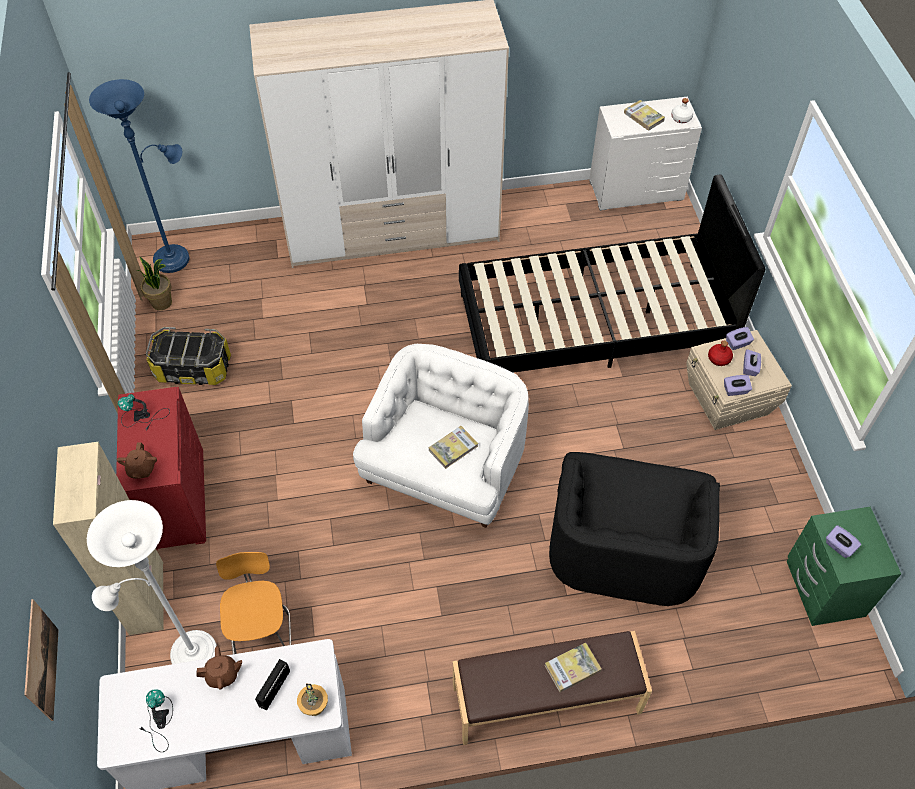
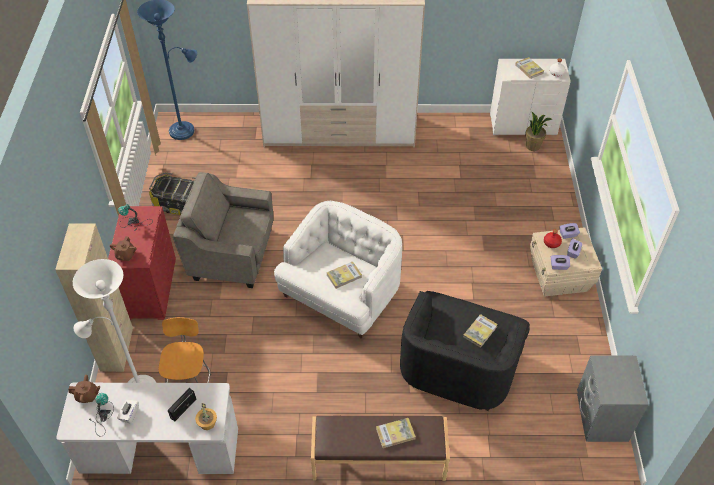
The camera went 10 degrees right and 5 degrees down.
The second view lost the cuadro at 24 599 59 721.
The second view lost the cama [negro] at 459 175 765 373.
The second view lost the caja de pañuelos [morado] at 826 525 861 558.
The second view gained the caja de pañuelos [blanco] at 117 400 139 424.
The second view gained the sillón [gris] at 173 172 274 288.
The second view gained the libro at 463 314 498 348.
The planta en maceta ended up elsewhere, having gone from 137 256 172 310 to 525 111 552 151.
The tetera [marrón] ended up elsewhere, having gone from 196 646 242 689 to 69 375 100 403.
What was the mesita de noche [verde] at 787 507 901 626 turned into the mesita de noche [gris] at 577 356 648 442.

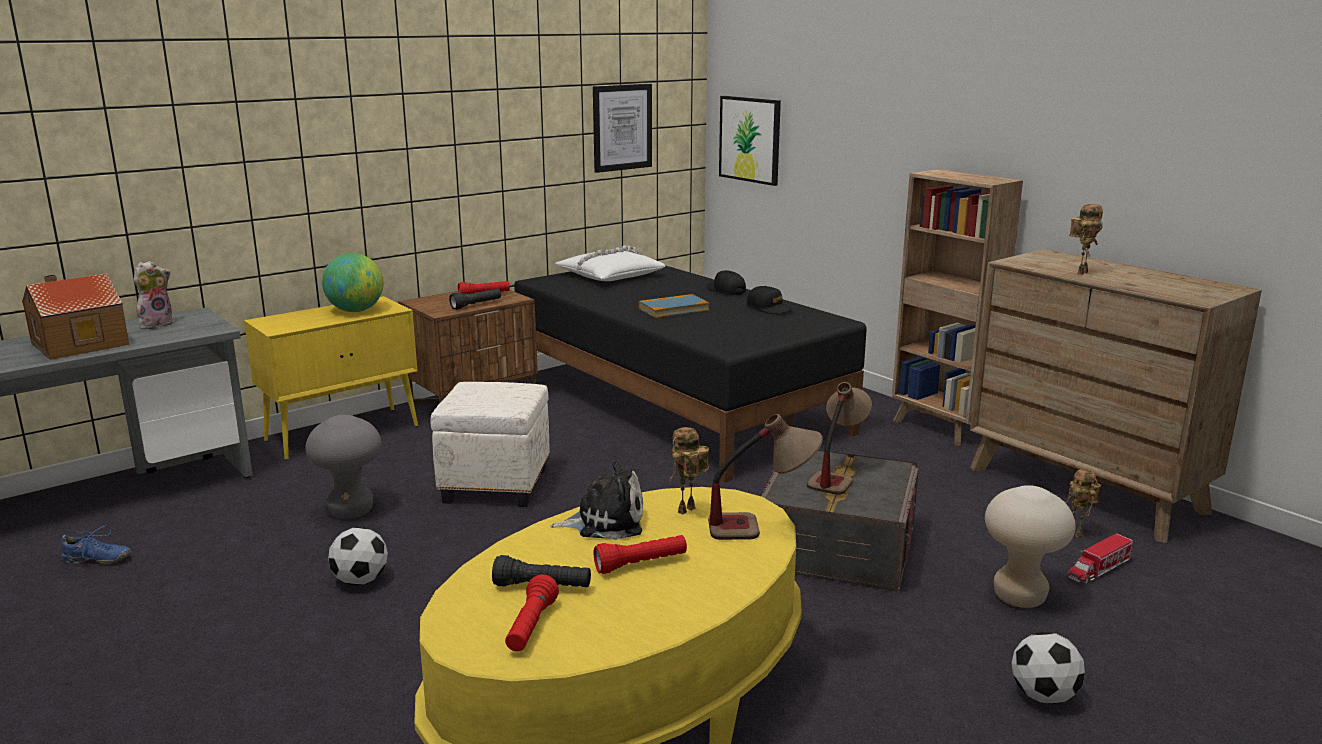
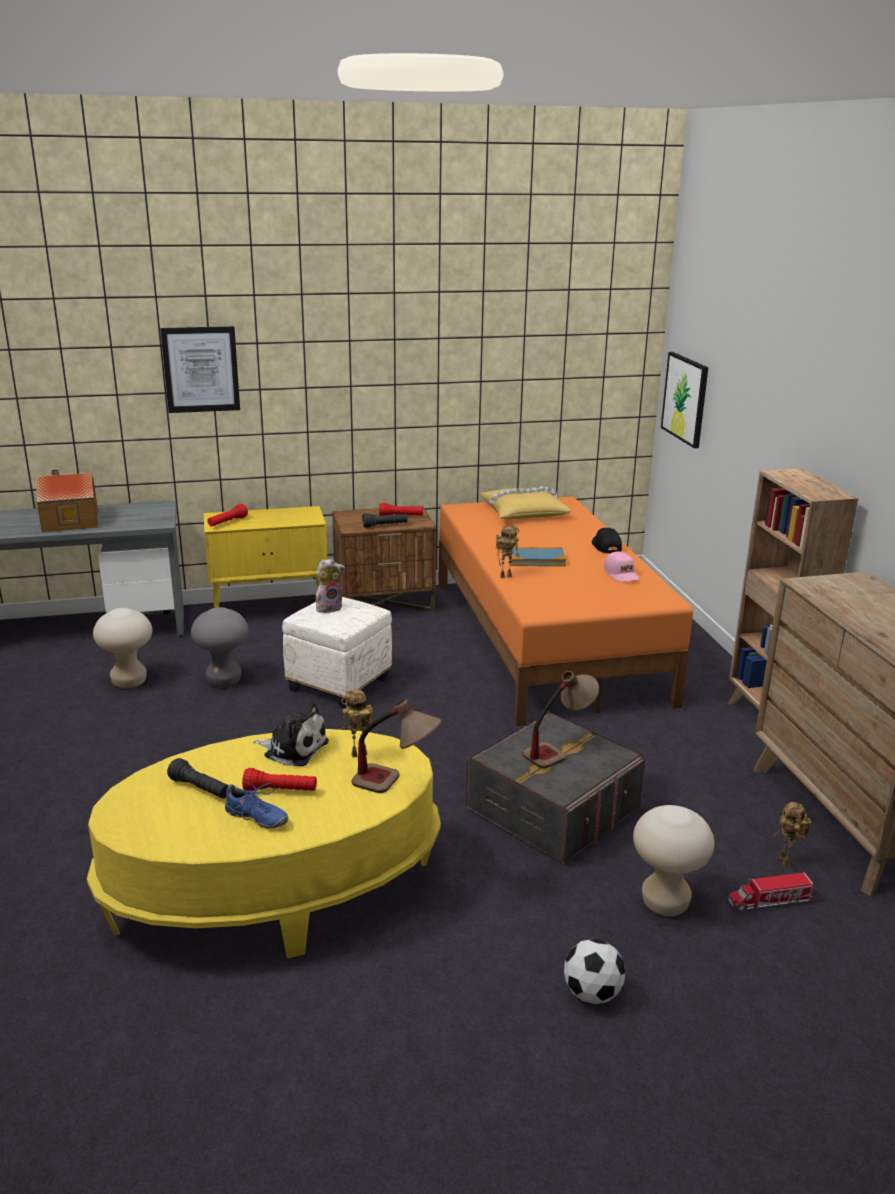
The camera went 25 degrees right and 5 degrees up.
The second view lost the globo terráqueo at 322 253 384 312.
The second view lost the balón de fútbol at 328 527 388 585.
The second view gained the taburete [beis] at 93 608 152 688.
The zapato [azul] ended up elsewhere, having gone from 61 526 131 564 to 225 781 288 829.
The peluche ended up elsewhere, having gone from 134 261 173 329 to 316 558 345 613.
The linterna [rojo] ended up elsewhere, having gone from 505 574 559 651 to 208 504 248 527.
The cuadro ended up elsewhere, having gone from 593 84 652 173 to 160 326 240 413.
The robot de juguete ended up elsewhere, having gone from 1069 204 1103 275 to 496 525 519 579.
What was the cama [negro] at 514 265 867 483 turned into the cama [naranja] at 438 497 693 727.
What was the cojín [blanco] at 555 246 666 281 turned into the cojín [amarillo] at 480 486 571 519.
What was the gorra [negro] at 747 286 793 314 turned into the gorra [rosa] at 603 552 639 582.

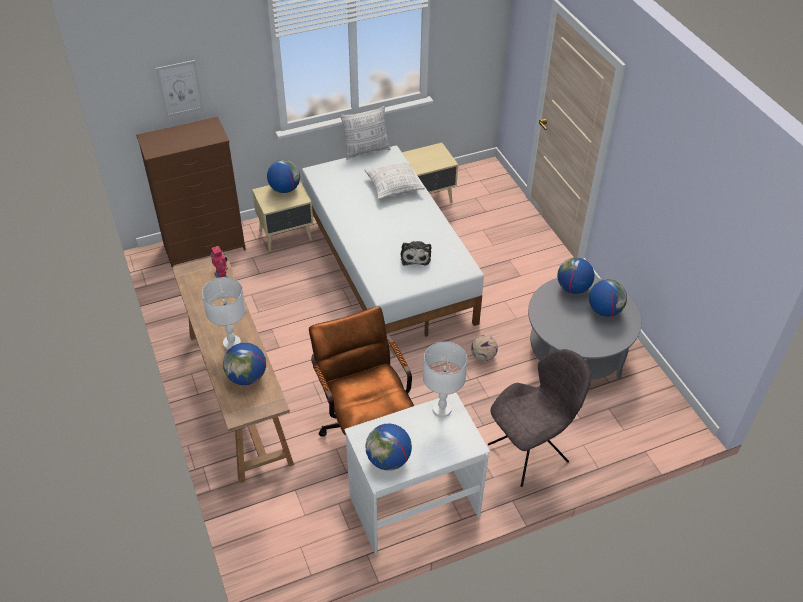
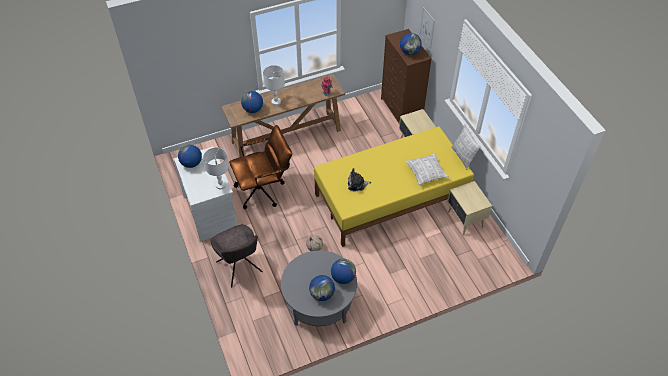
The camera went 90 degrees right and 5 degrees up.
The globo terráqueo ended up elsewhere, having gone from 267 160 300 193 to 400 33 422 55.
What was the cama [blanco] at 302 145 484 337 turned into the cama [amarillo] at 314 126 474 247.

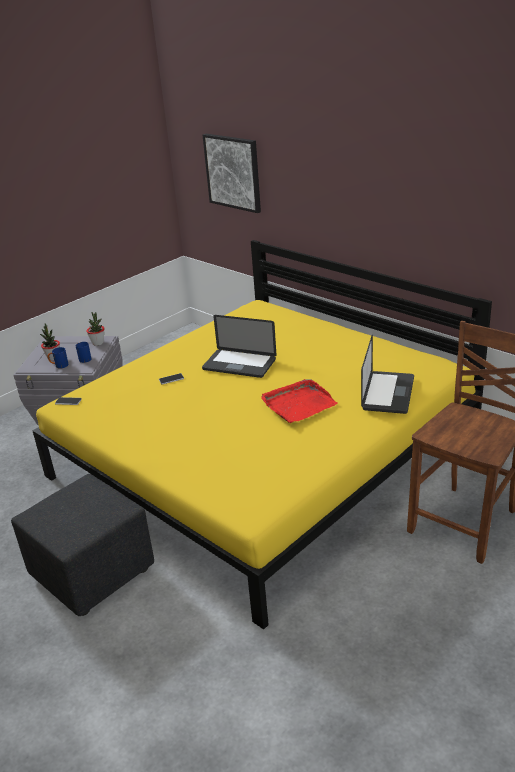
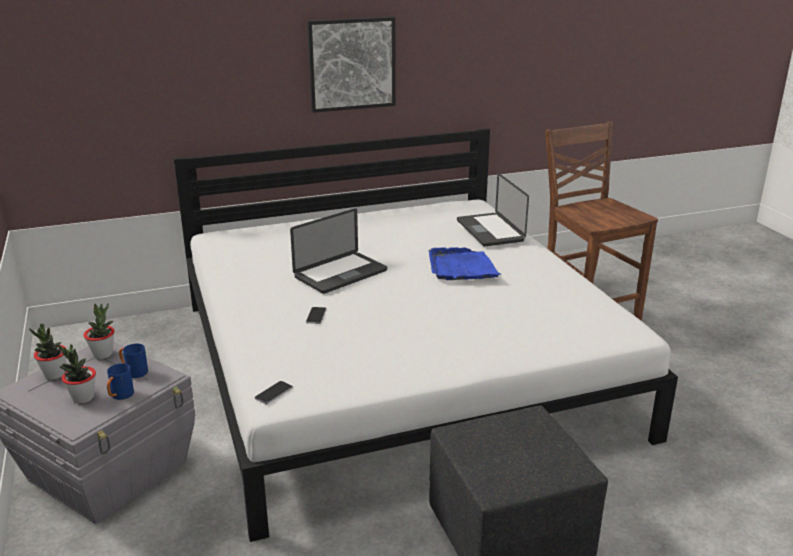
The camera went 65 degrees left and 5 degrees down.
The second view gained the planta en maceta at 29 324 67 380.
The cuadro ended up elsewhere, having gone from 203 134 261 213 to 307 16 395 113.
What was the cama [amarillo] at 32 240 492 630 turned into the cama [blanco] at 174 128 678 542.
What was the bandeja [rojo] at 261 379 338 423 turned into the bandeja [azul] at 429 247 501 280.
The portátil at 361 335 414 414 ended up facing another way, 150 degrees counterclockwise from before.

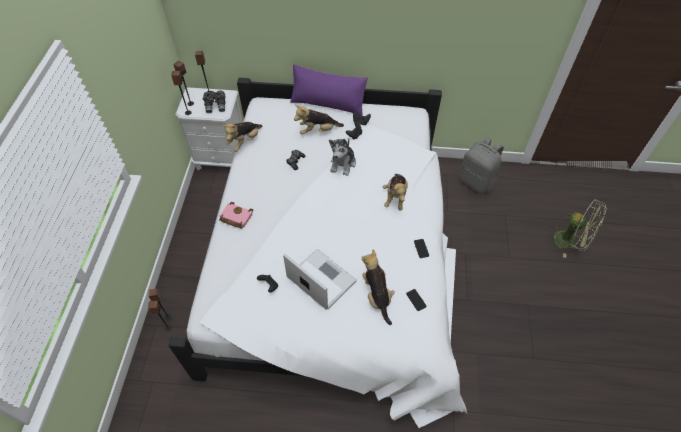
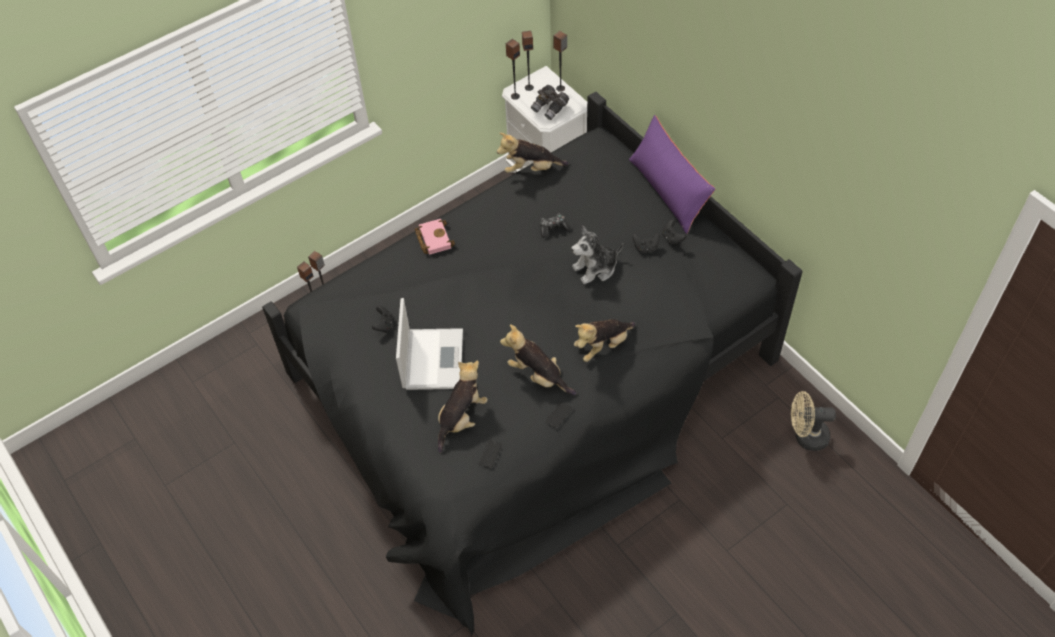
The camera went 50 degrees right and 0 degrees up.
The second view lost the ventilador [verde] at 551 199 607 258.
The peluche ended up elsewhere, having gone from 294 105 344 134 to 500 324 576 395.
Where the mochila [gris] stood at 459 136 504 194, the ventilador [beis] came to stand at 791 391 836 451.
What was the cama [blanco] at 168 78 467 428 turned into the cama [negro] at 262 92 803 636.

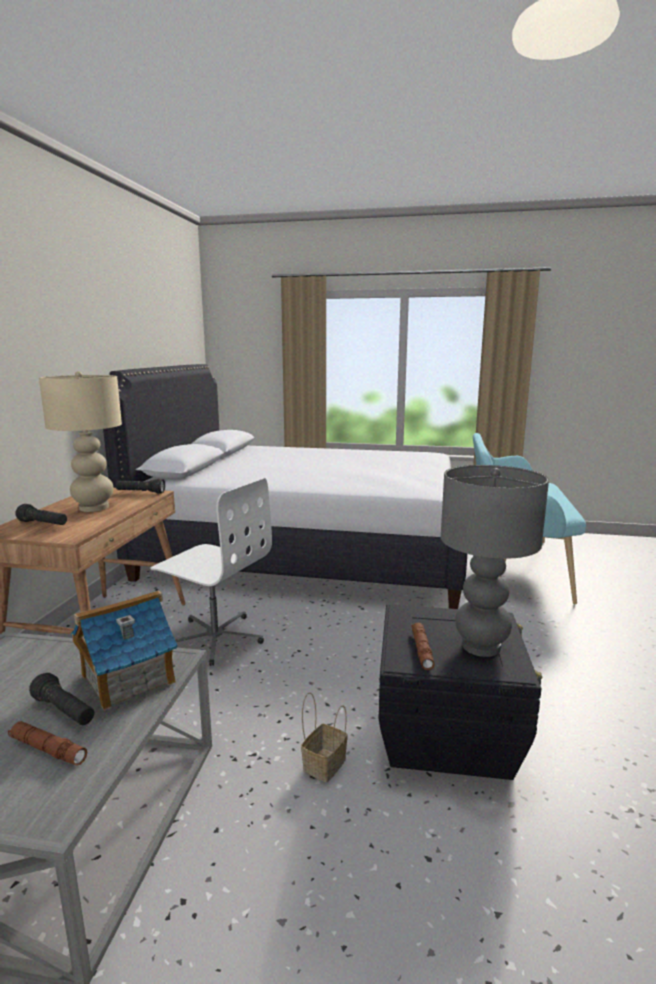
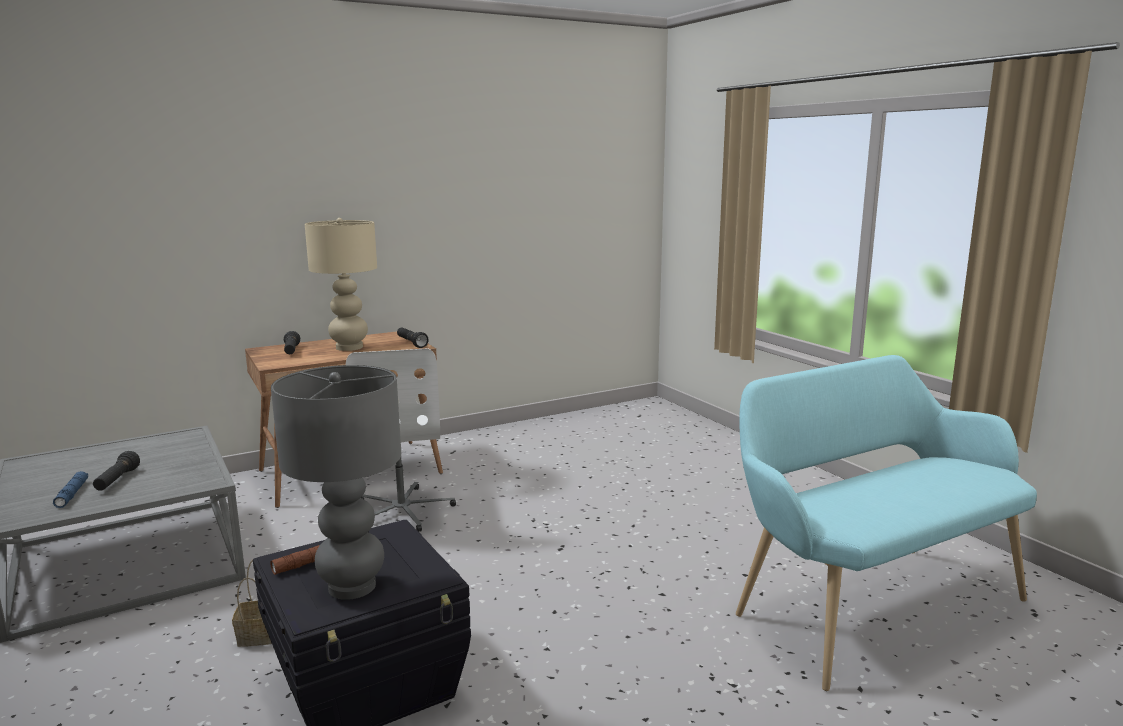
The camera went 50 degrees right and 0 degrees up.
The second view lost the casita at 71 590 178 711.
The second view lost the cama [blanco] at 103 364 467 609.
What was the linterna [marrón] at 8 721 87 766 turned into the linterna [azul] at 53 471 88 508.

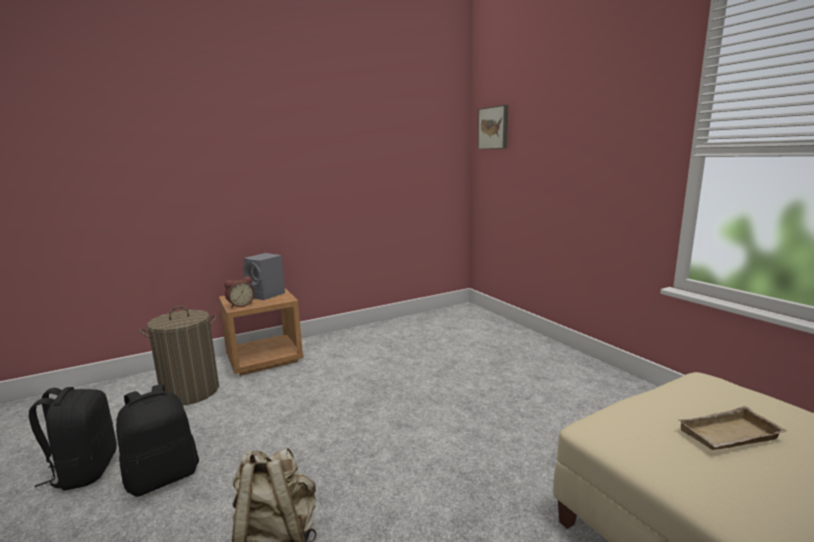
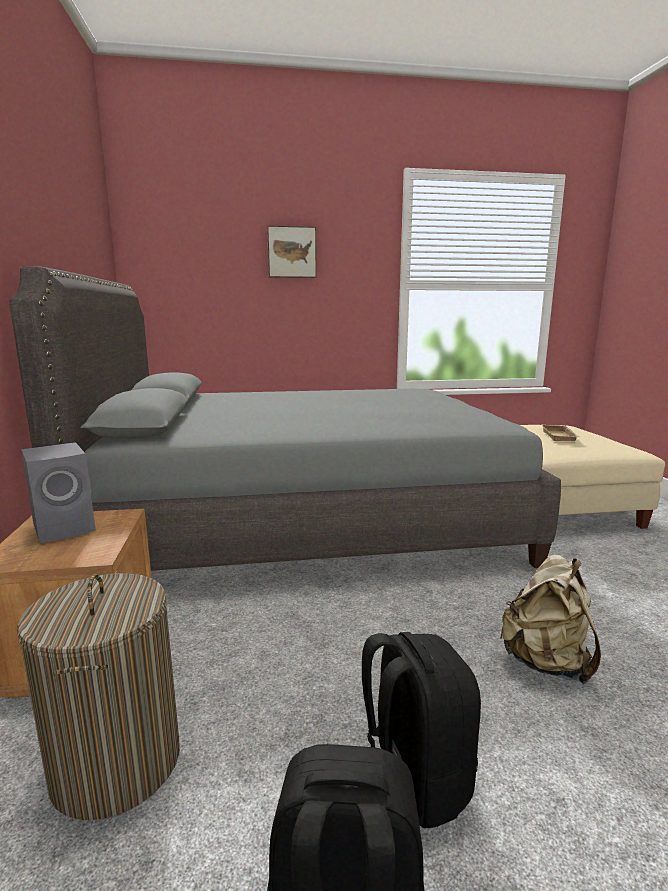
The camera went 70 degrees left and 0 degrees up.
The second view lost the despertador at 224 276 255 308.
The second view gained the cama [gris] at 9 266 561 571.
The cuadro ended up elsewhere, having gone from 478 105 508 149 to 267 225 317 278.

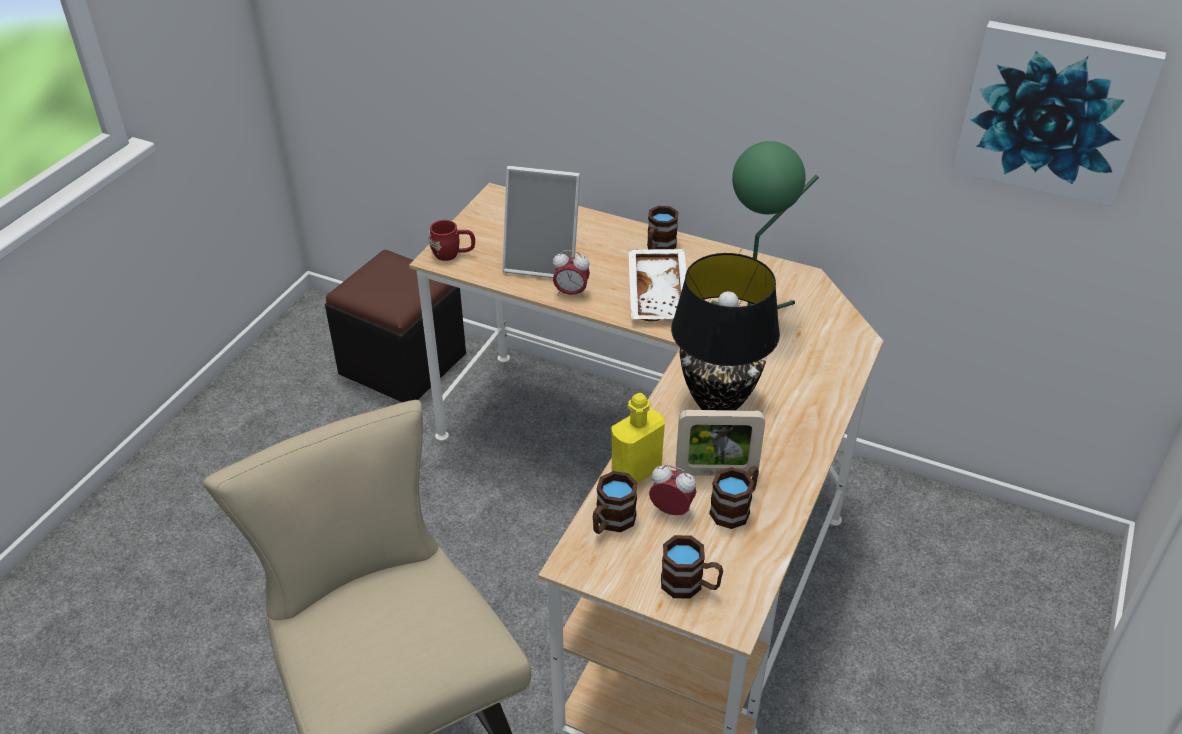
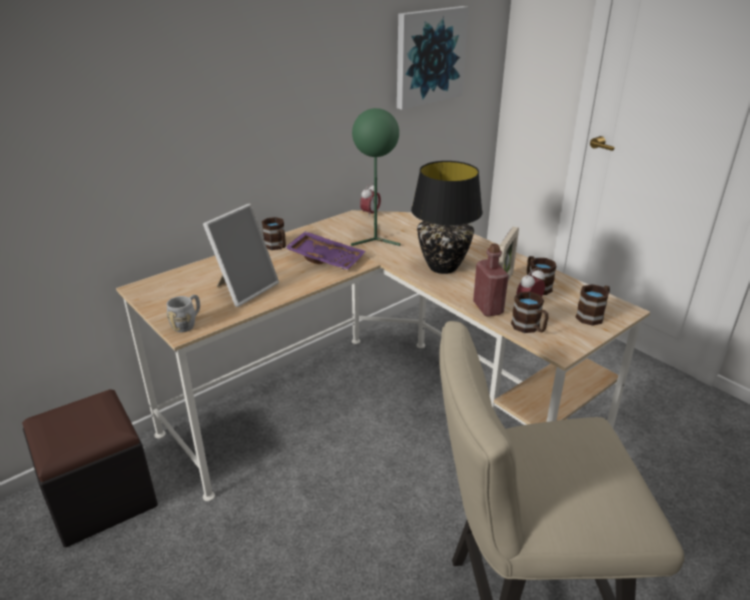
The camera went 65 degrees left and 10 degrees down.
The despertador ended up elsewhere, having gone from 553 250 590 298 to 360 183 381 218.
What was the taza grande [rojo] at 428 220 475 261 turned into the taza grande [gris] at 166 294 200 332.
What was the botella [amarillo] at 611 393 665 483 turned into the botella [rojo] at 473 243 509 317.
What was the bandeja [blanco] at 628 249 686 321 turned into the bandeja [morado] at 285 231 366 270.

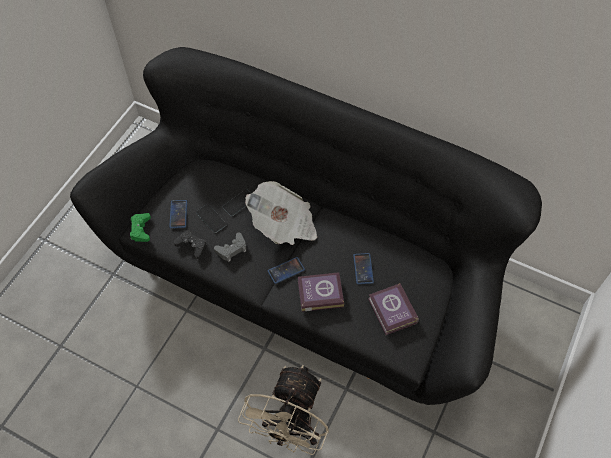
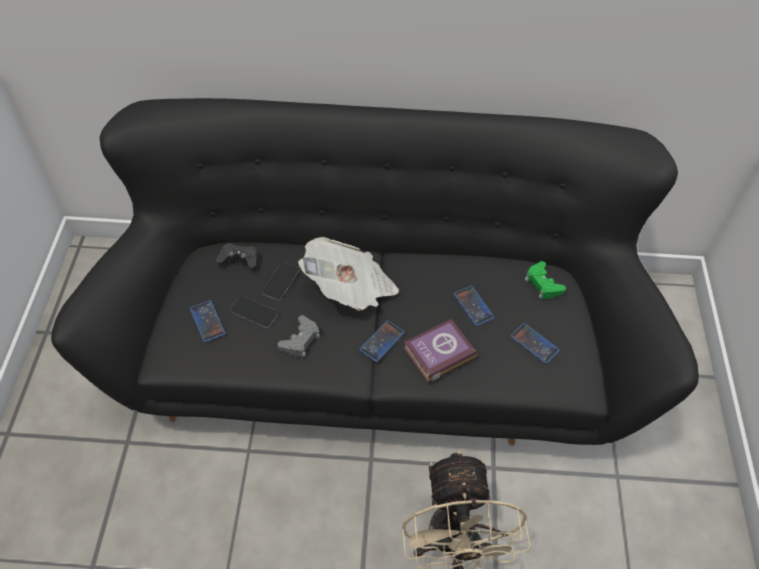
The camera went 25 degrees left and 5 degrees down.
The mando de consola [verde] ended up elsewhere, having gone from 130 213 151 242 to 525 261 566 299.
The mando de consola [negro] ended up elsewhere, having gone from 174 230 207 259 to 216 243 258 271.
Where the libro stood at 368 283 419 335, the móvil came to stand at 510 323 560 364.

